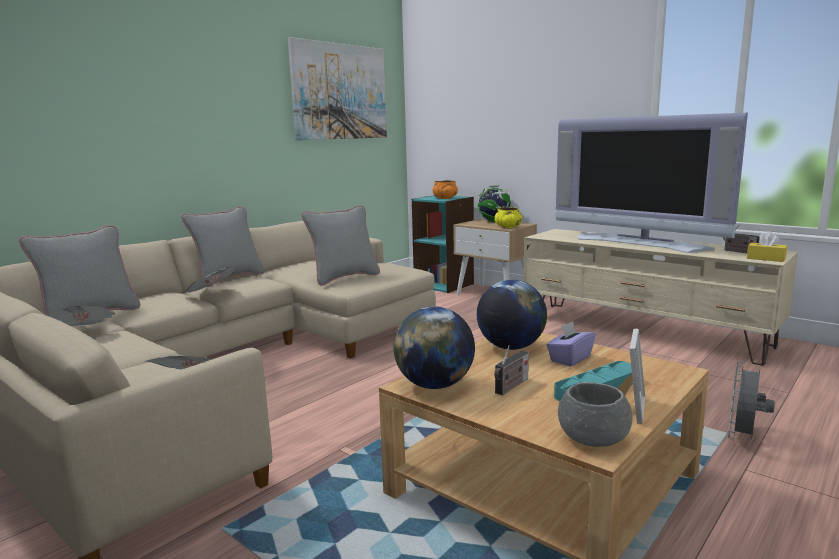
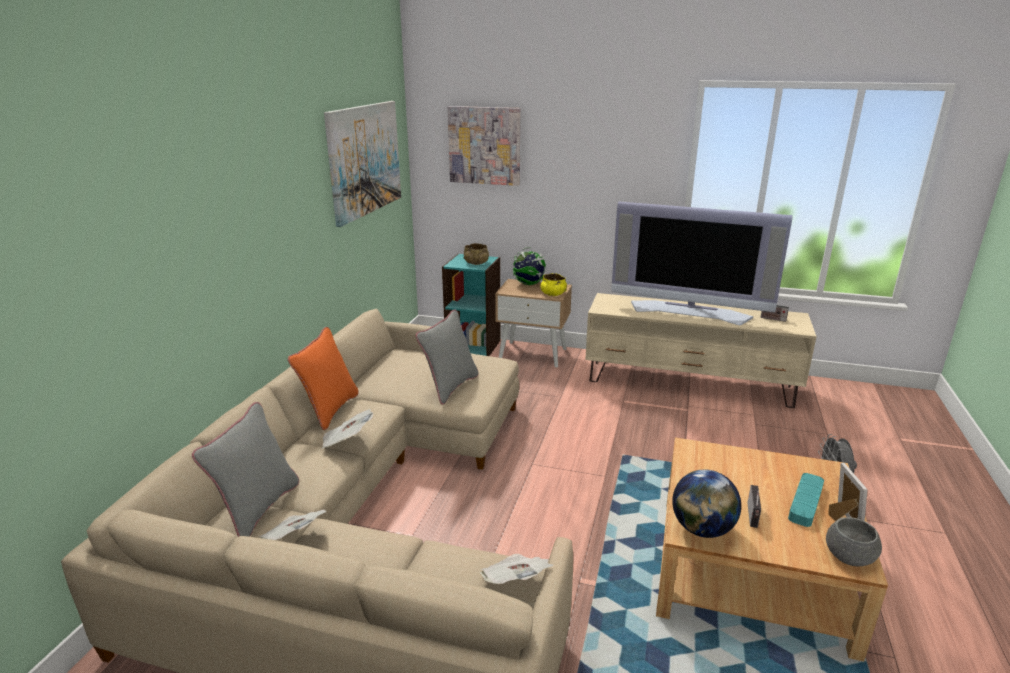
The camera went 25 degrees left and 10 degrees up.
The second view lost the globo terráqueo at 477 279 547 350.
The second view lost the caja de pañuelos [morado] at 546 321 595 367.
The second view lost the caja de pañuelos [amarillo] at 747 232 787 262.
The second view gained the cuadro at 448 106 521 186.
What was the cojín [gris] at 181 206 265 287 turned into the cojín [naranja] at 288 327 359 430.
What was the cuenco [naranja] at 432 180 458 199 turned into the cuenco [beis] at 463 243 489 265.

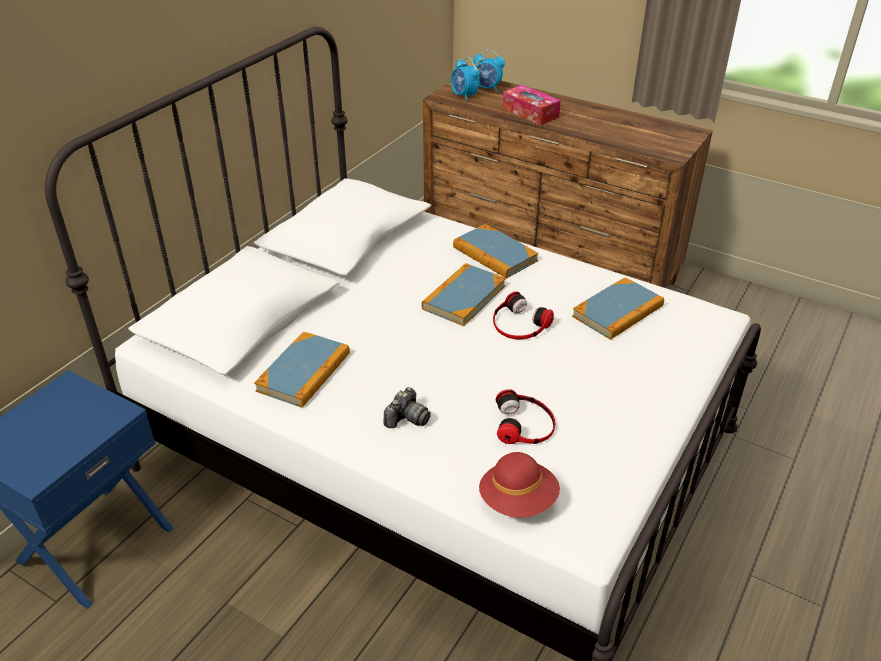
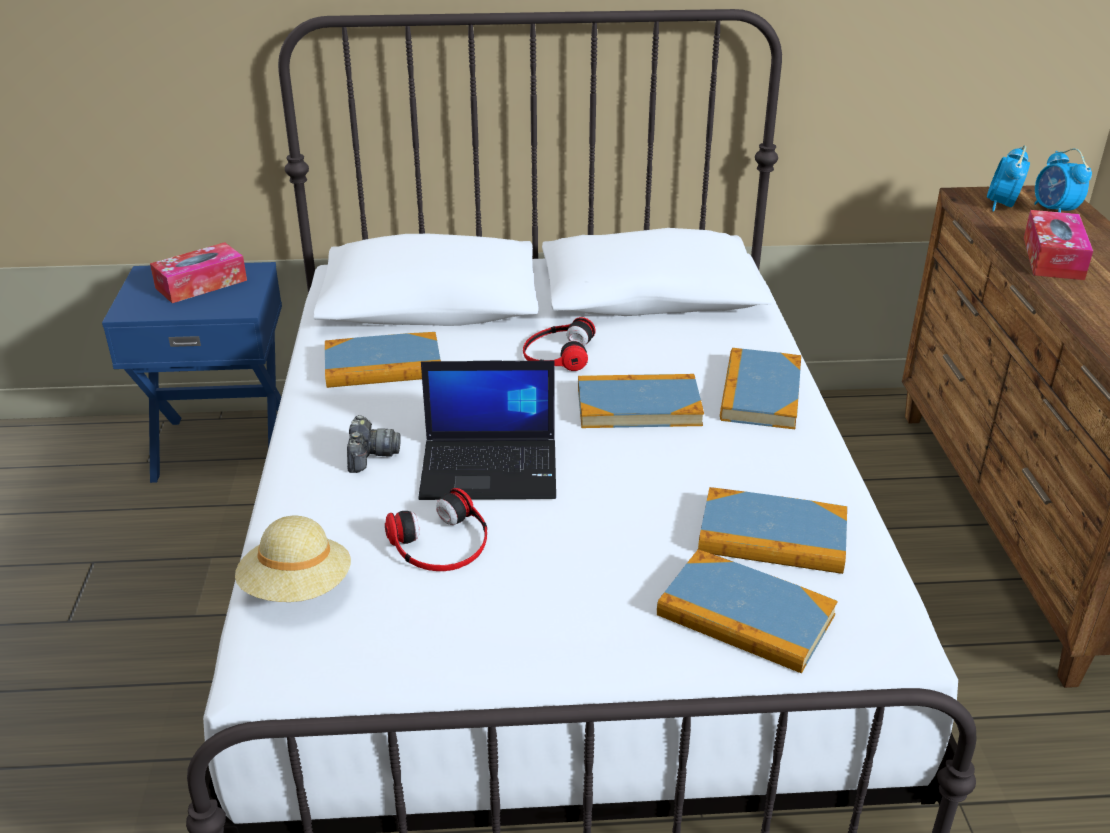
The camera went 55 degrees right and 5 degrees down.
The second view gained the caja de pañuelos at 150 242 247 303.
The second view gained the portátil at 418 361 556 500.
The second view gained the libro at 657 549 838 674.
The auriculares ended up elsewhere, having gone from 493 291 554 339 to 523 317 596 371.
What was the sombrero [rojo] at 479 452 560 518 turned into the sombrero [beis] at 235 516 351 602.
The cámara at 384 387 431 428 ended up facing another way, 90 degrees counterclockwise from before.

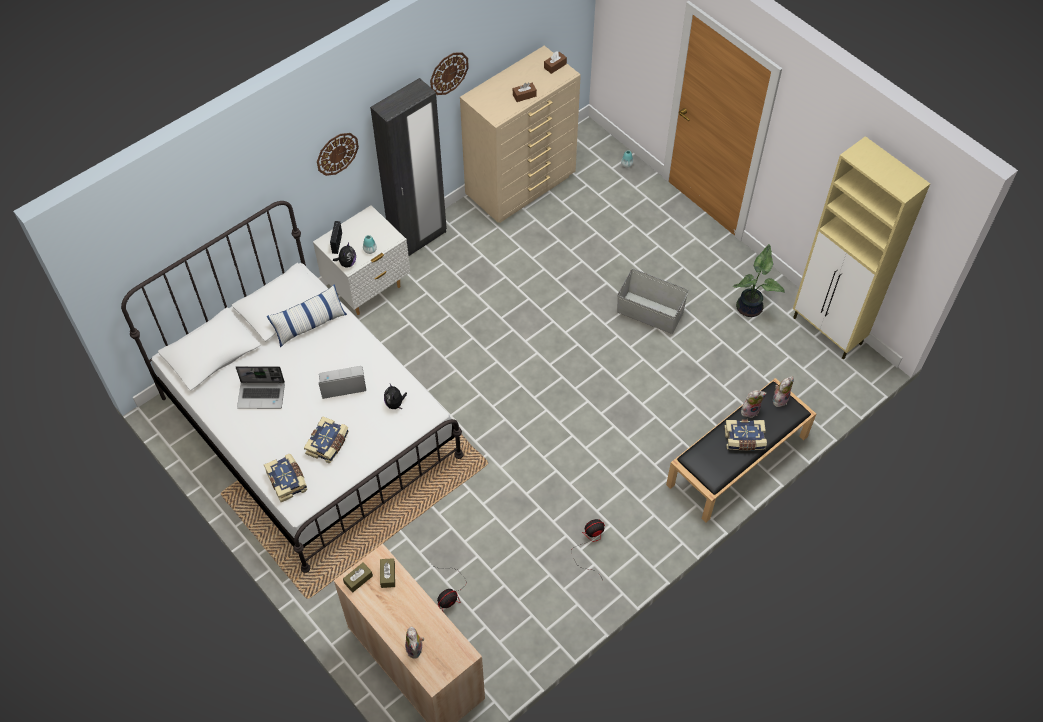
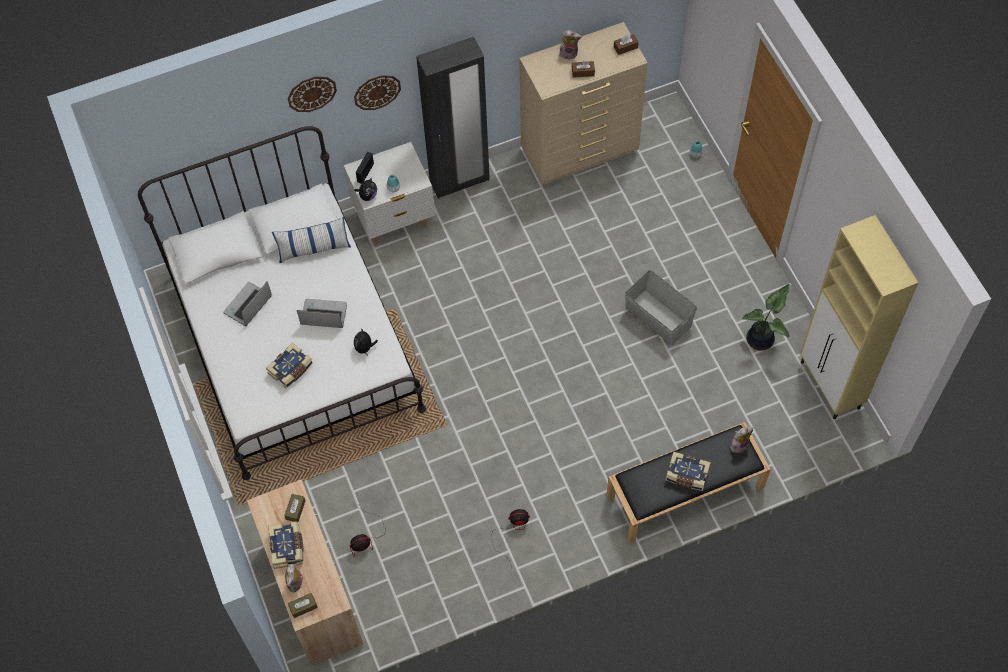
The camera went 20 degrees right and 5 degrees up.
The libro ended up elsewhere, having gone from 264 454 307 502 to 268 521 304 569.
The caja de pañuelos [marrón] ended up elsewhere, having gone from 343 562 373 593 to 288 593 318 618.
The reloj de pared ended up elsewhere, having gone from 430 52 469 95 to 288 77 337 112.
The peluche ended up elsewhere, having gone from 741 390 767 418 to 559 30 582 60.
The portátil at 236 366 285 409 ended up facing another way, 105 degrees clockwise from before.

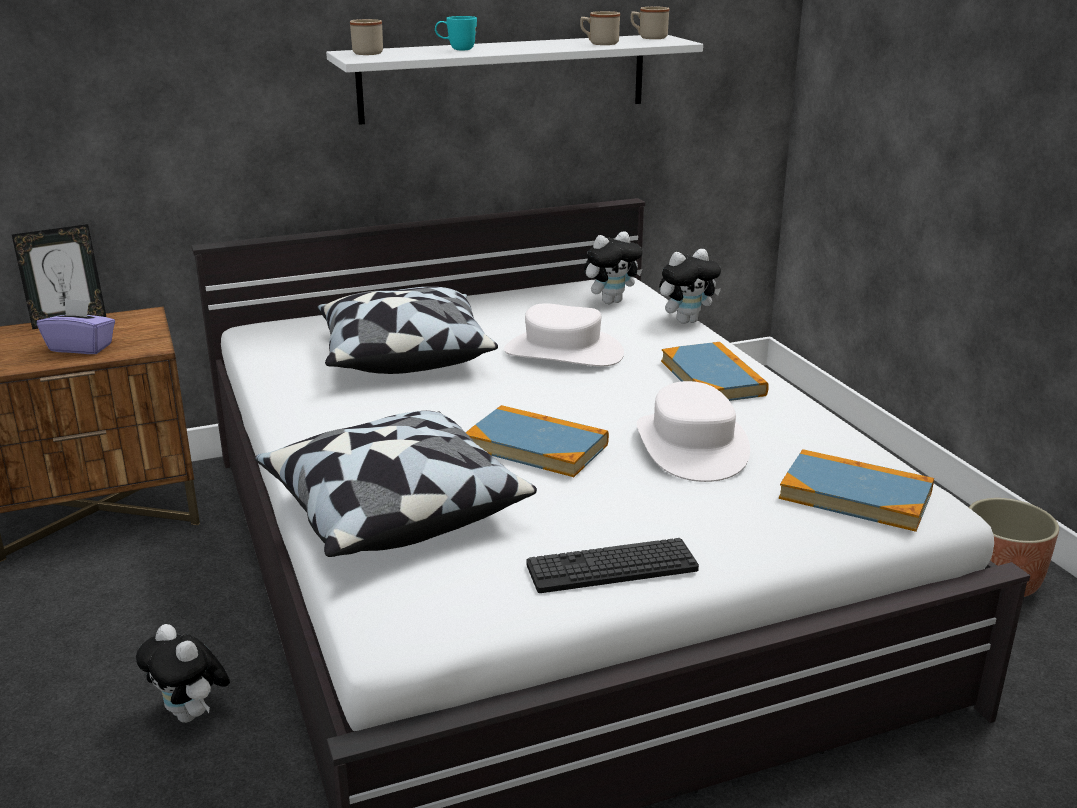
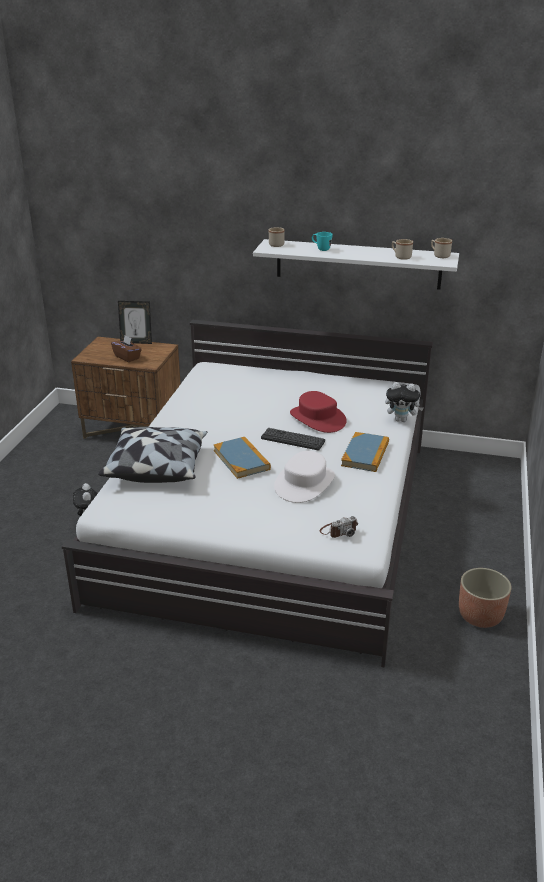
The camera went 35 degrees right and 5 degrees up.
The second view lost the cojín at 317 287 498 374.
The second view lost the peluche at 584 231 643 304.
The teclado ended up elsewhere, having gone from 527 538 699 593 to 261 428 325 450.
Where the libro stood at 779 449 934 532, the cámara came to stand at 320 516 358 538.
What was the caja de pañuelos [morado] at 37 298 115 354 turned into the caja de pañuelos [marrón] at 111 335 142 362.
What was the sombrero [blanco] at 504 303 624 366 turned into the sombrero [rojo] at 290 391 347 433.

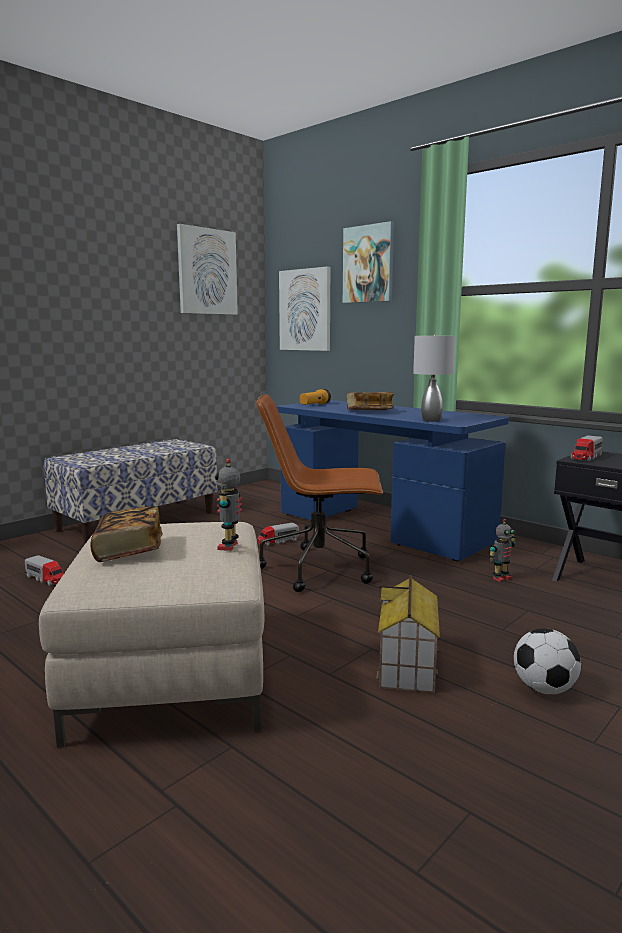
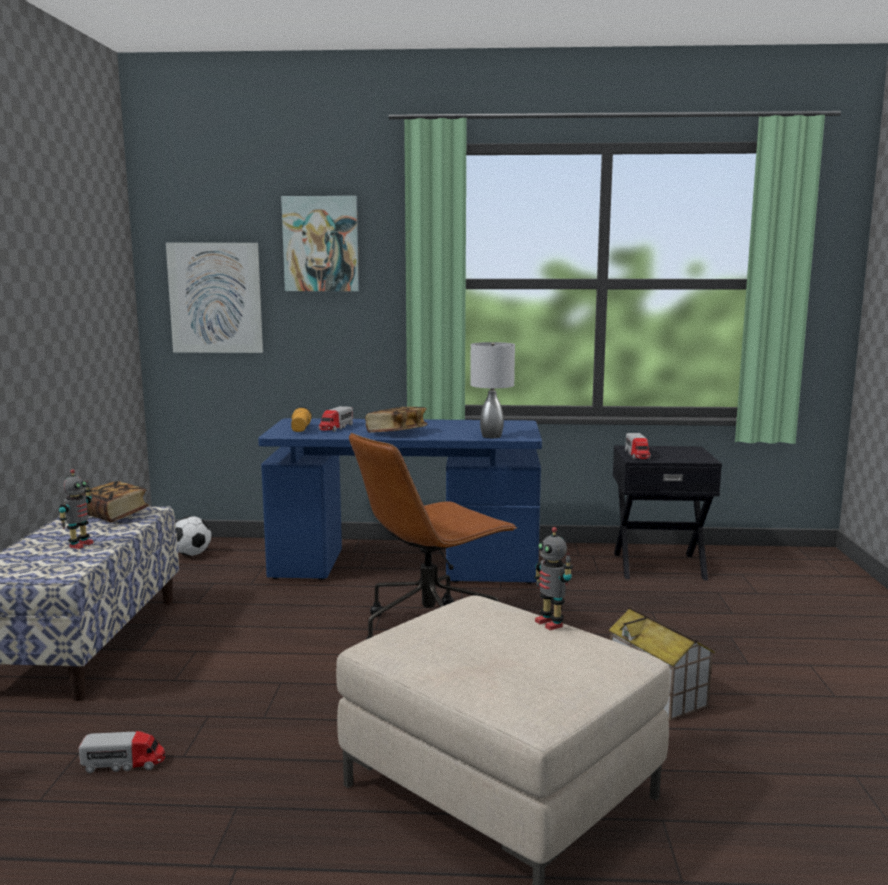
The camera went 40 degrees left and 0 degrees up.
The second view lost the cuadro at 177 224 238 315.
The libro ended up elsewhere, having gone from 91 506 163 562 to 81 481 149 522.
The camión de juguete ended up elsewhere, having gone from 257 523 299 546 to 319 406 353 432.
The robot de juguete ended up elsewhere, having gone from 489 519 516 582 to 59 469 94 549.
The balón de fútbol ended up elsewhere, having gone from 514 628 581 694 to 176 516 211 556.

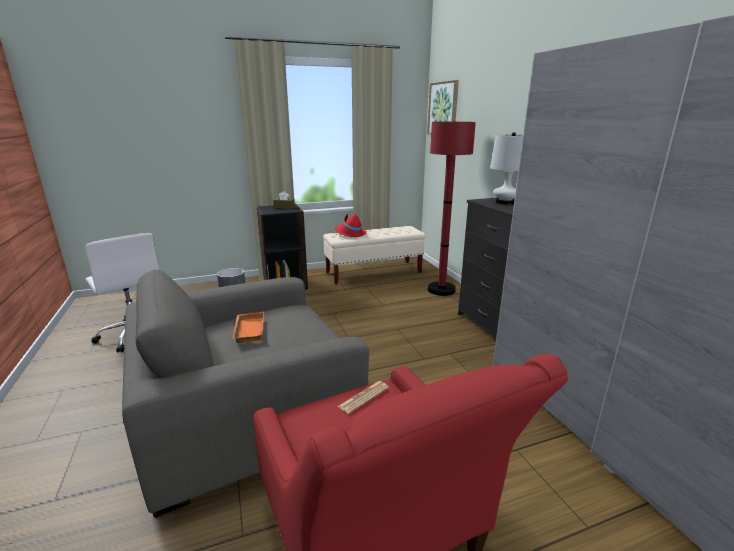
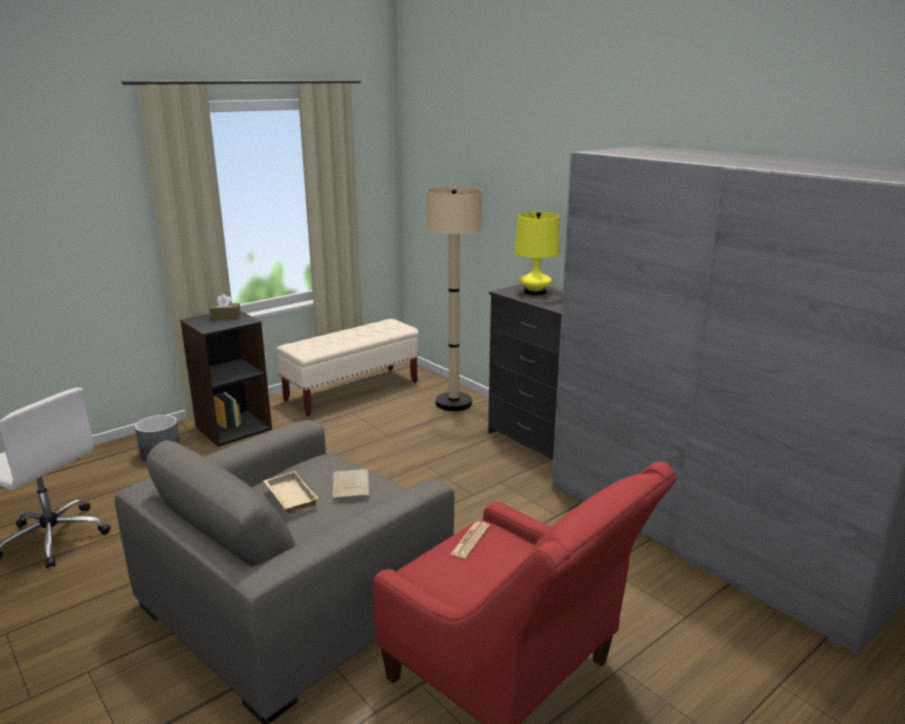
The camera went 20 degrees left and 0 degrees up.
The second view lost the sombrero [rojo] at 335 214 367 237.
The second view lost the cuadro at 427 80 459 135.
The second view gained the libro [beis] at 332 469 370 501.
What was the bandeja [naranja] at 232 312 264 343 turned into the bandeja [beis] at 264 471 319 514.
What was the lámpara de pie [rojo] at 428 121 476 296 turned into the lámpara de pie [beis] at 427 186 482 411.
What was the lámpara de mesa [blanco] at 490 132 523 205 turned into the lámpara de mesa [amarillo] at 515 212 559 295.

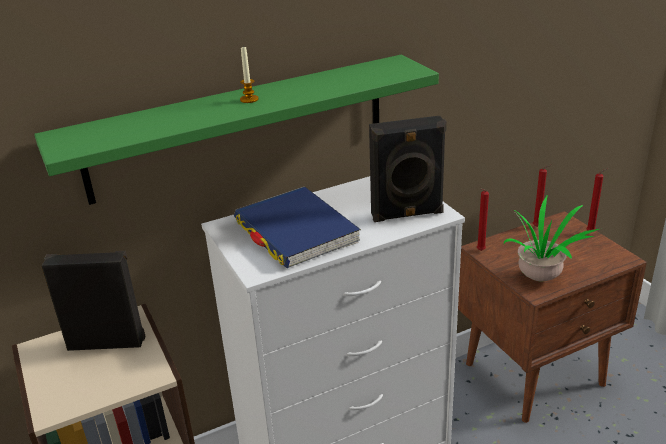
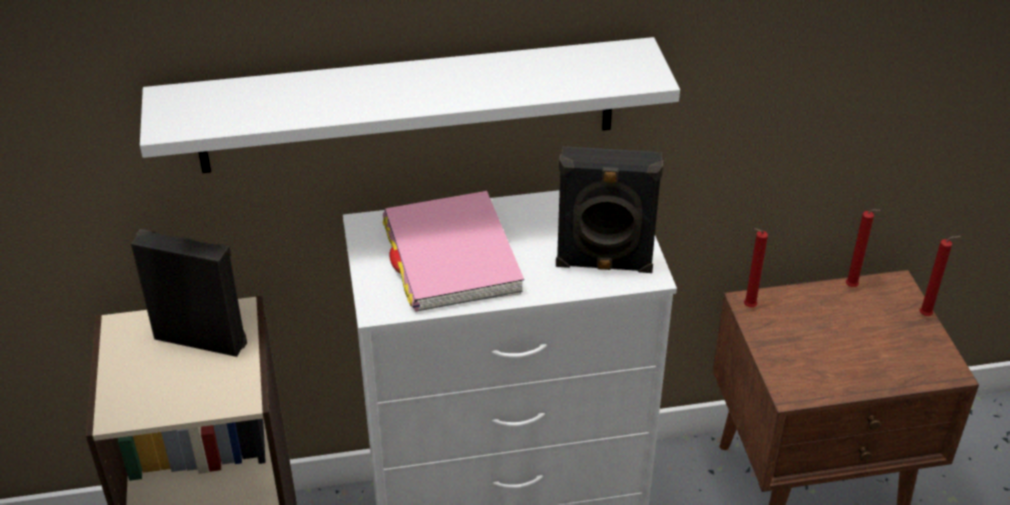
The camera went 15 degrees right and 10 degrees up.
The second view lost the vela at 240 46 259 103.
The second view lost the planta en maceta at 504 194 599 281.
What was the estante [verde] at 34 55 439 205 turned into the estante [blanco] at 140 37 680 173.
What was the libro [azul] at 234 186 361 268 turned into the libro [rosa] at 383 191 524 312.

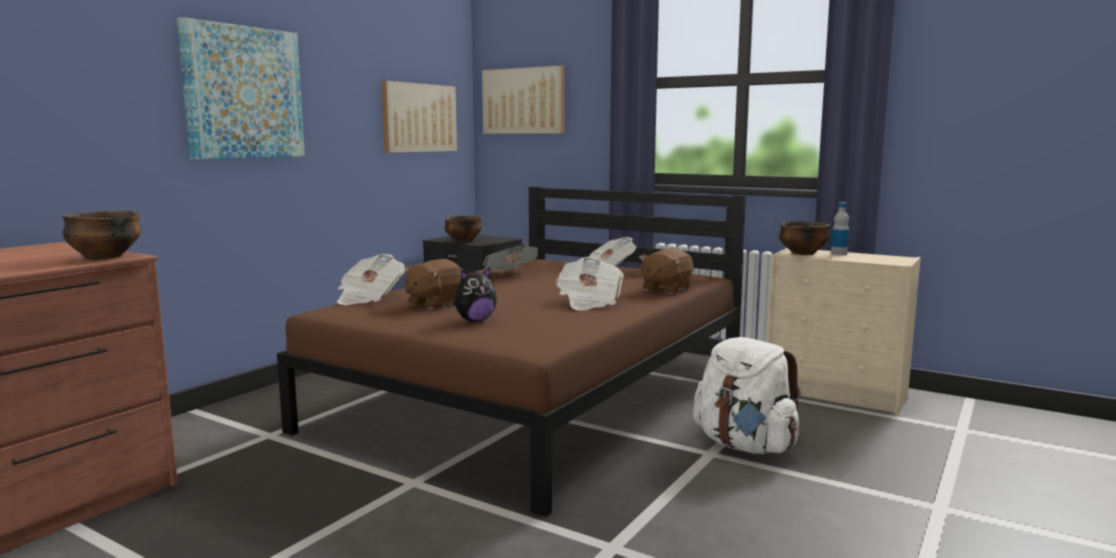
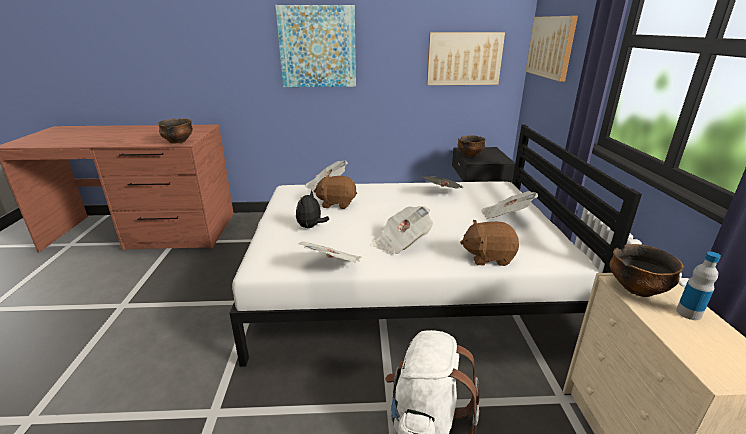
The camera went 55 degrees right and 15 degrees up.
The second view gained the periódico at 299 242 362 262.
What was the cama [marrón] at 277 187 746 517 turned into the cama [blanco] at 229 124 642 367.
The peluche at 454 267 497 322 ended up facing another way, 90 degrees clockwise from before.

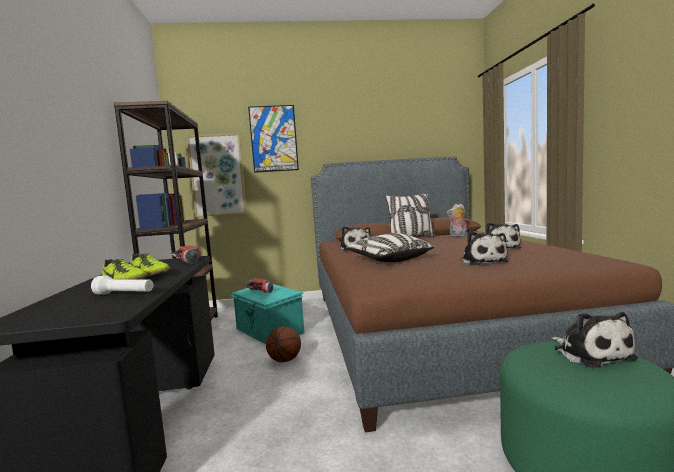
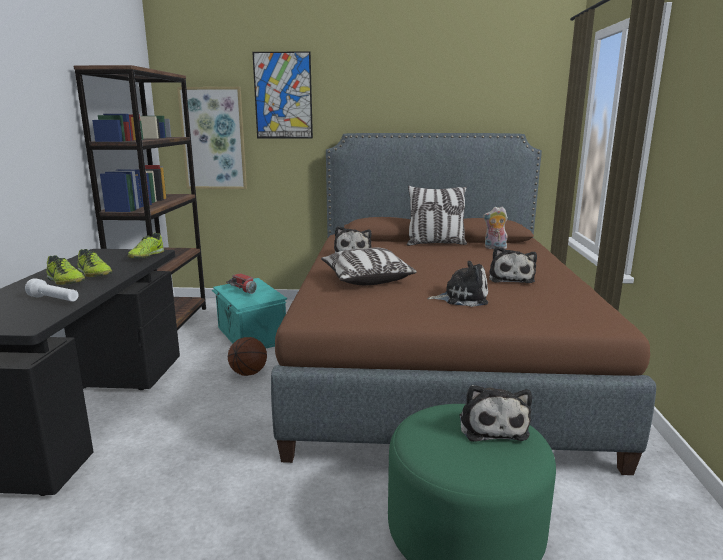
The camera went 10 degrees right and 10 degrees up.
Where the linterna stood at 171 245 200 264, the zapato came to stand at 128 233 164 258.
The peluche at 461 231 508 265 ended up facing another way, 90 degrees counterclockwise from before.

